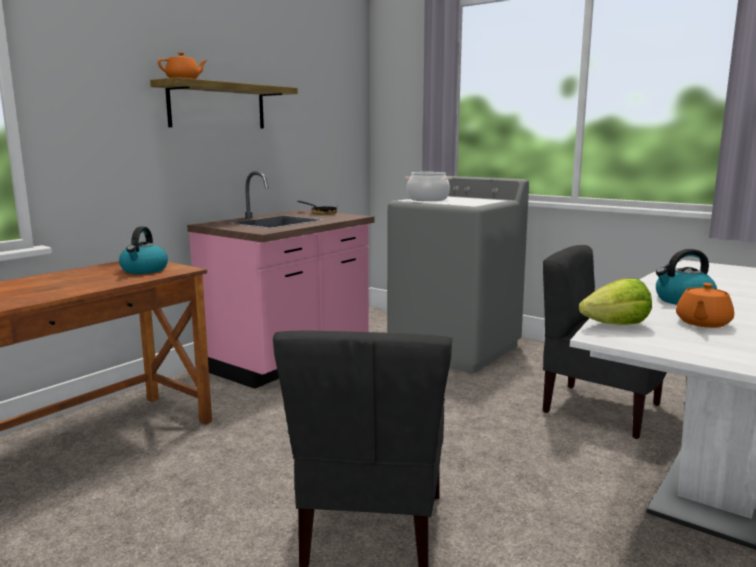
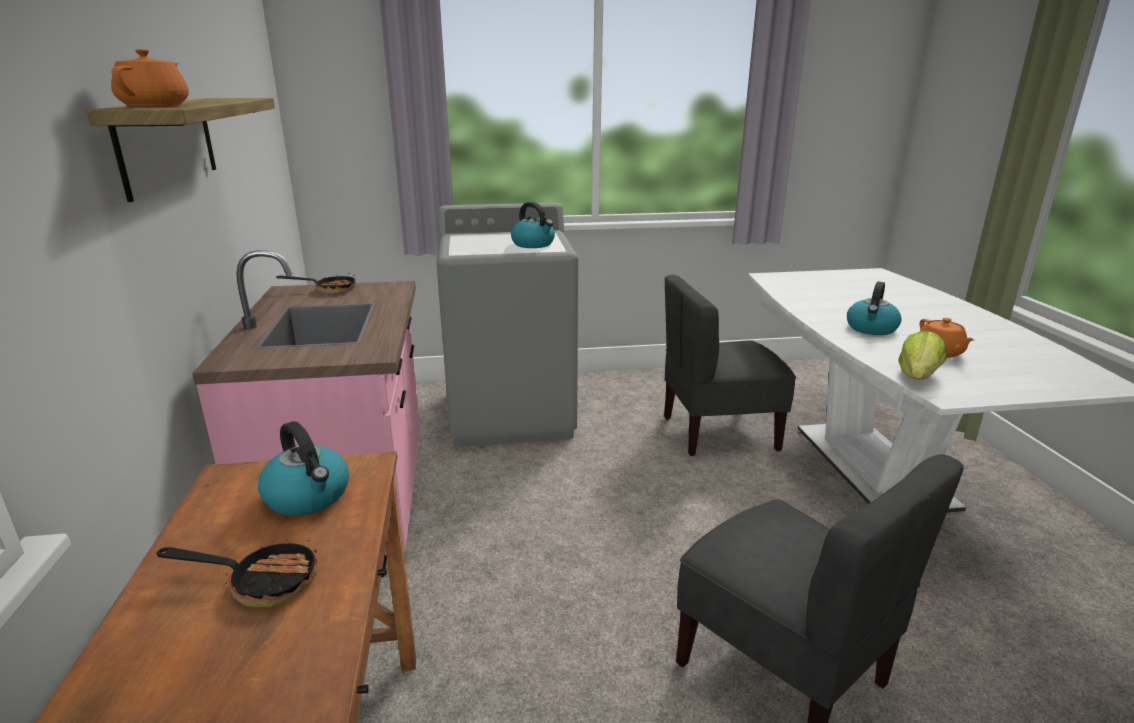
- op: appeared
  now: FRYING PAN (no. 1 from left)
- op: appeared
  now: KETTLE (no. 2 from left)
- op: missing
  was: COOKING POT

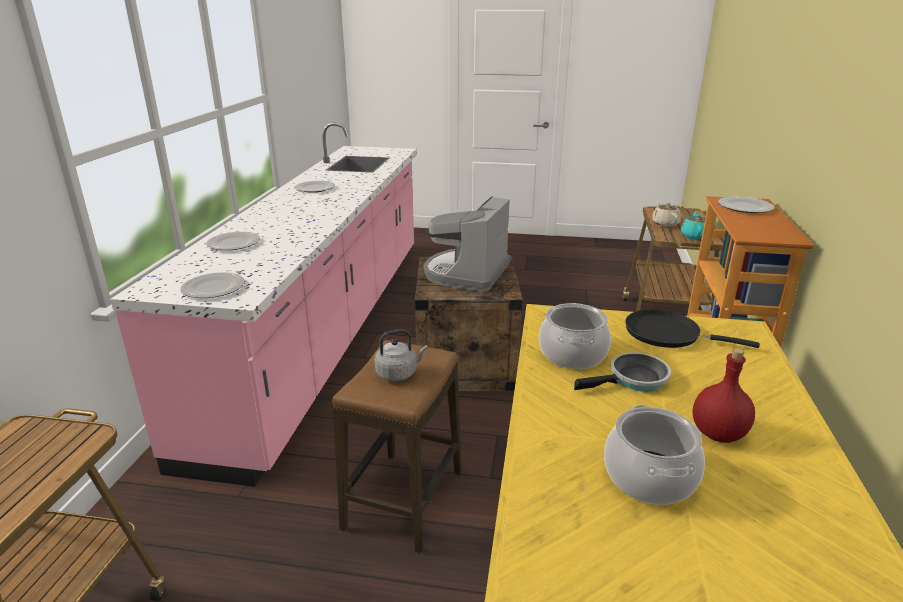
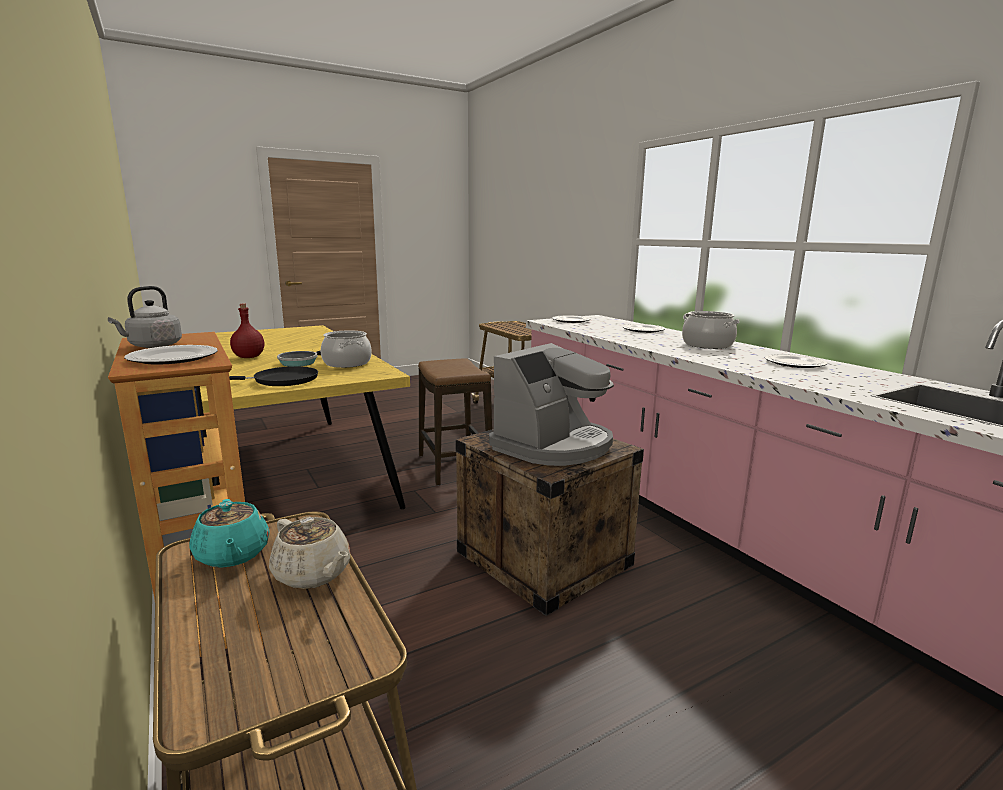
- op: relocated
  was: GREY KETTLE
- op: spun
  was: COFFEE MACHINE
  clockwise: 60
- op: relocated
  was: COOKING POT (no. 2 from left)

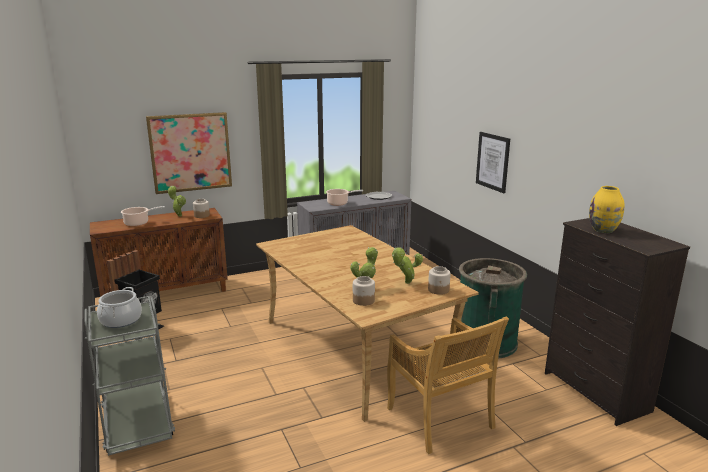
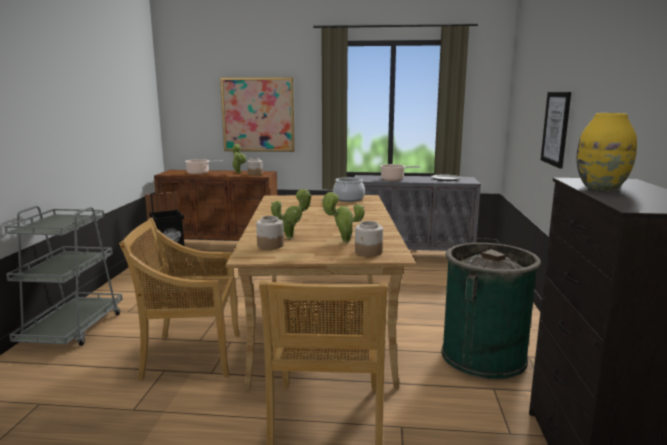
- op: appeared
  now: BEIGE CHAIR (no. 1 from left)
- op: relocated
  was: COOKING POT (no. 1 from left in the first image)
  now: COOKING POT (no. 2 from left)

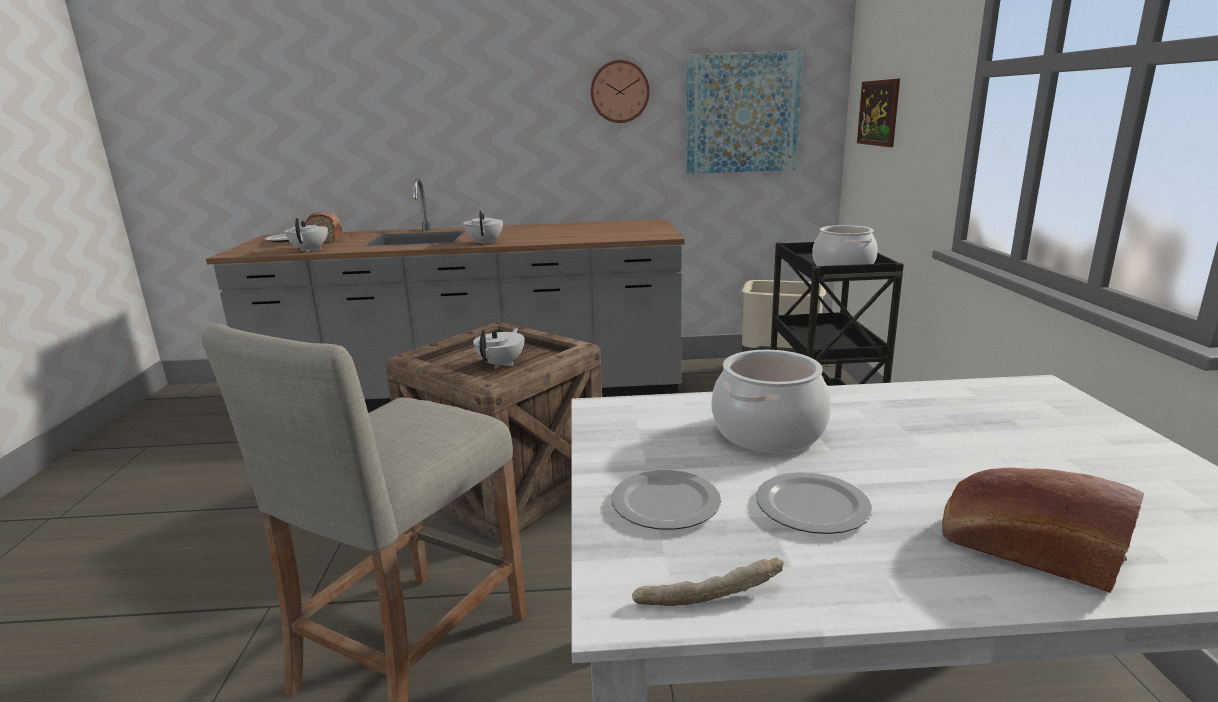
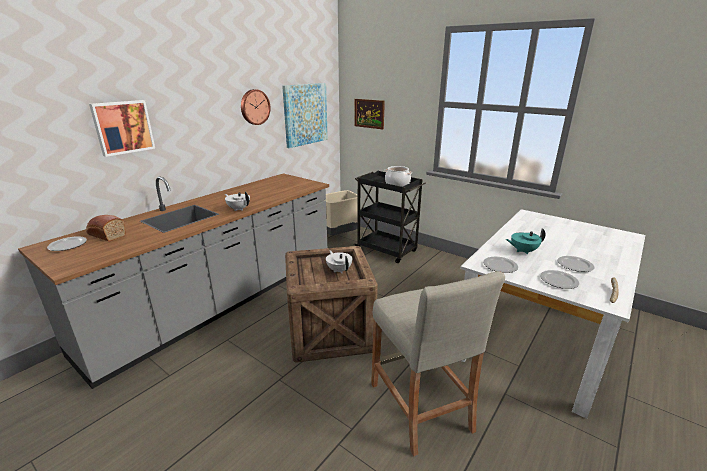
- op: appeared
  now: PICTURE (no. 1 from left)
- op: appeared
  now: PLATE (no. 2 from left)
- op: exchanged
  was: COOKING POT (no. 1 from left)
  now: TURQUOISE TEAPOT
- op: missing
  was: WHITE TEAPOT (no. 1 from left)
- op: missing
  was: BREAD (no. 3 from left)

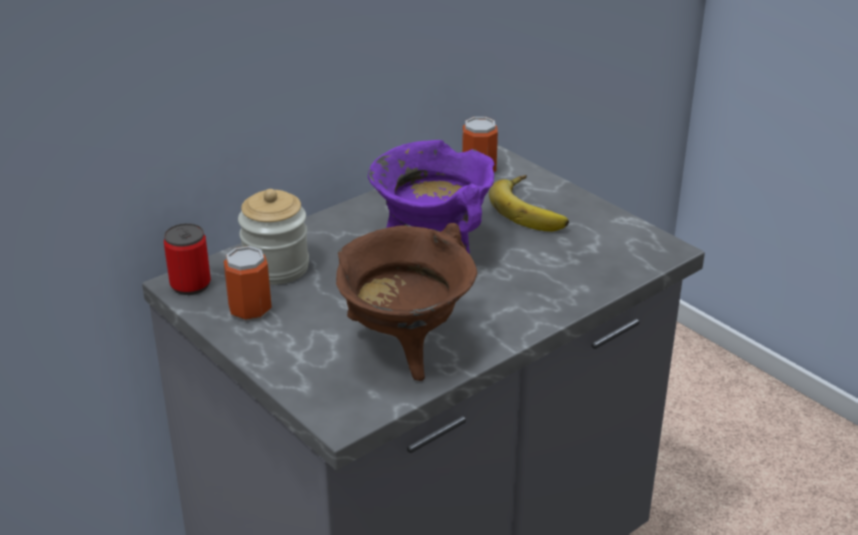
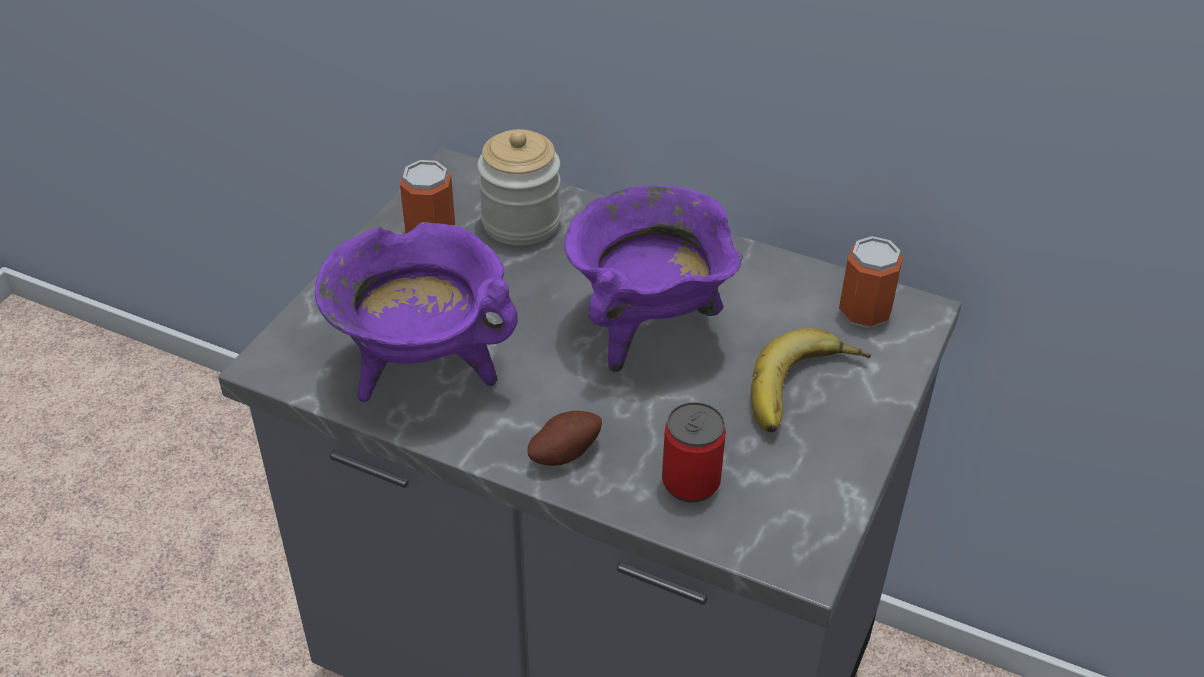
- op: colour
  was: BROWN COOKING POT
  now: PURPLE COOKING POT (no. 1 from left)
- op: appeared
  now: POTATO
- op: relocated
  was: CAN (no. 1 from left in the first image)
  now: CAN (no. 2 from left)

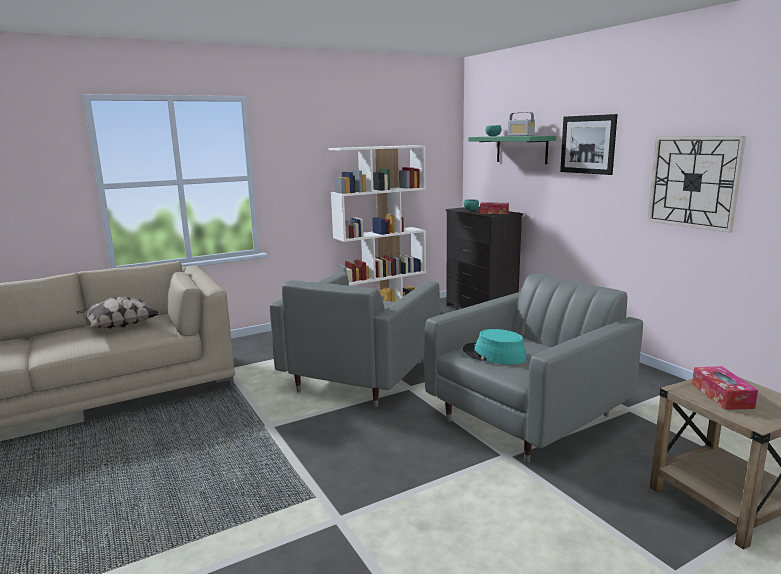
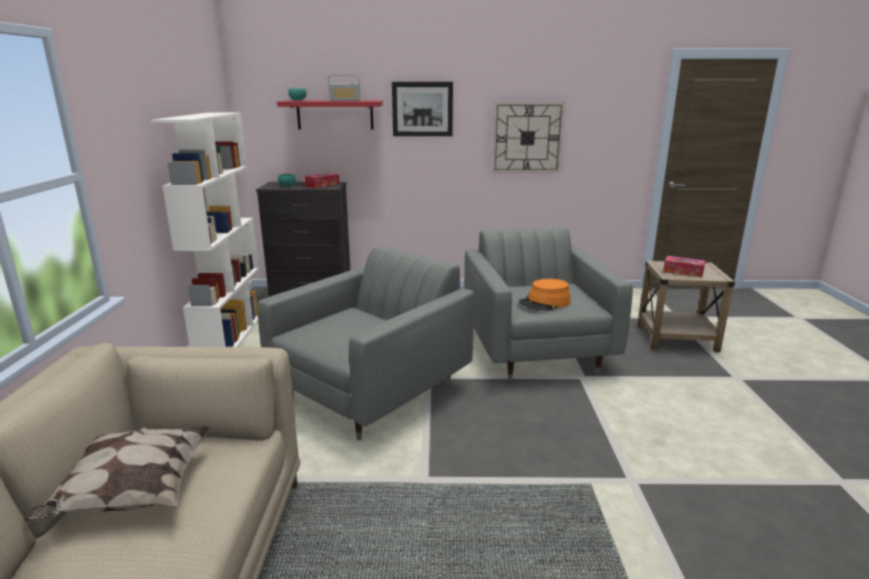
- op: spun
  was: GREY ARMCHAIR (no. 1 from left)
  clockwise: -105
- op: colour
  was: GREEN SHELF
  now: RED SHELF
- op: colour
  was: TURQUOISE HAT
  now: ORANGE HAT

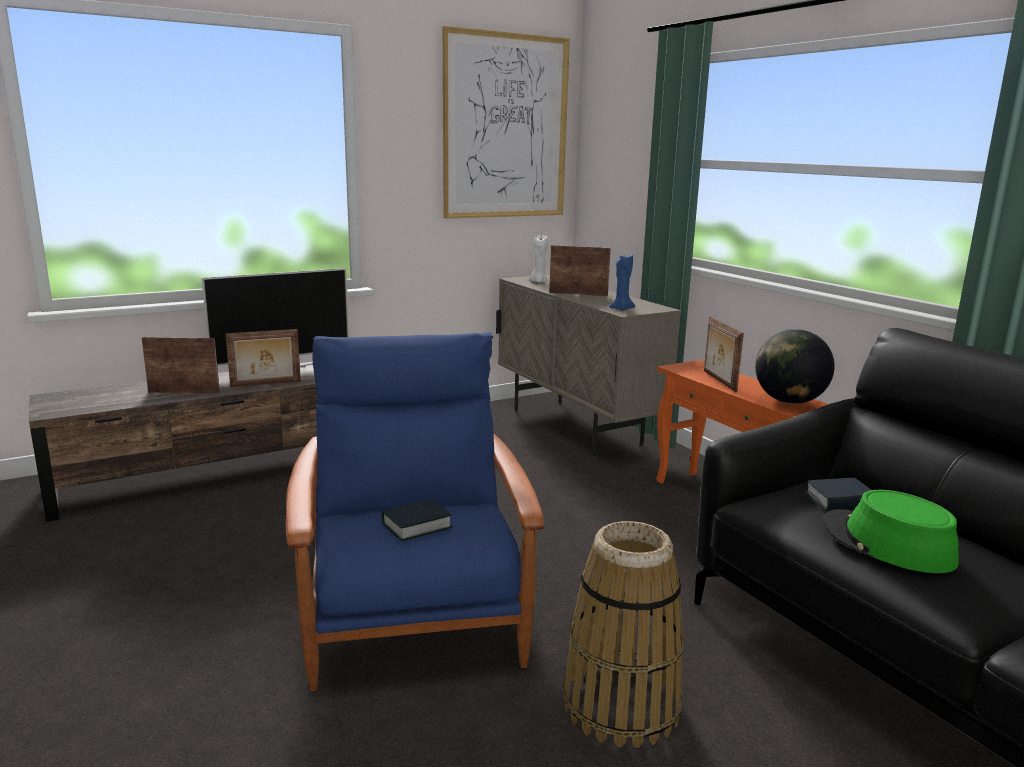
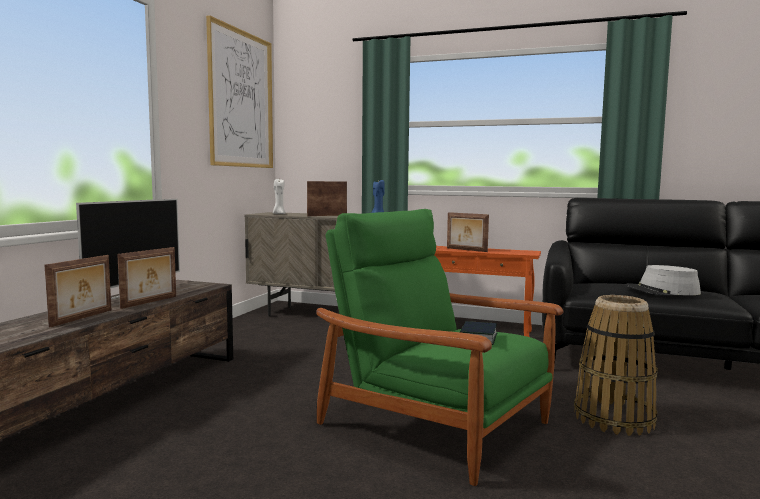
- op: spun
  was: PICTURE FRAME (no. 1 from left)
  clockwise: 150
- op: colour
  was: BLUE ARMCHAIR
  now: GREEN ARMCHAIR
- op: colour
  was: GREEN HAT
  now: GREY HAT
- op: missing
  was: GLOBE
- op: missing
  was: BOOK (no. 2 from left)

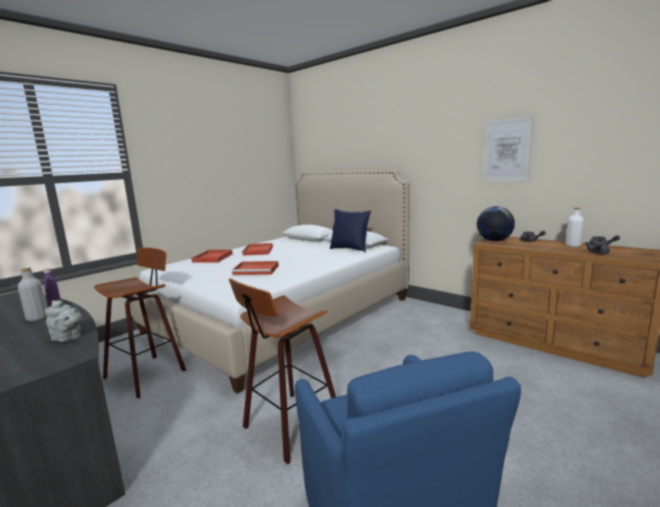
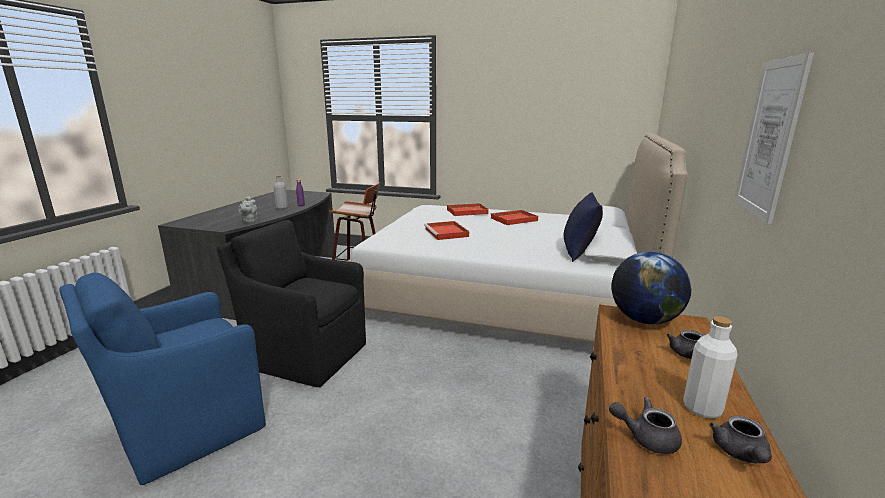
- op: exchanged
  was: STOOL (no. 2 from left)
  now: BLACK ARMCHAIR

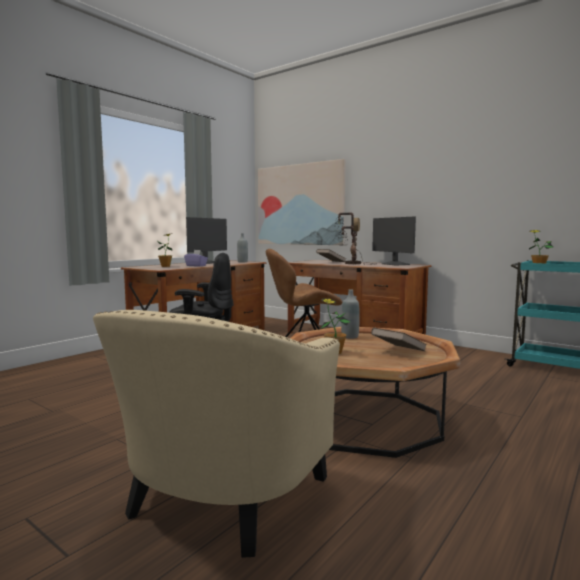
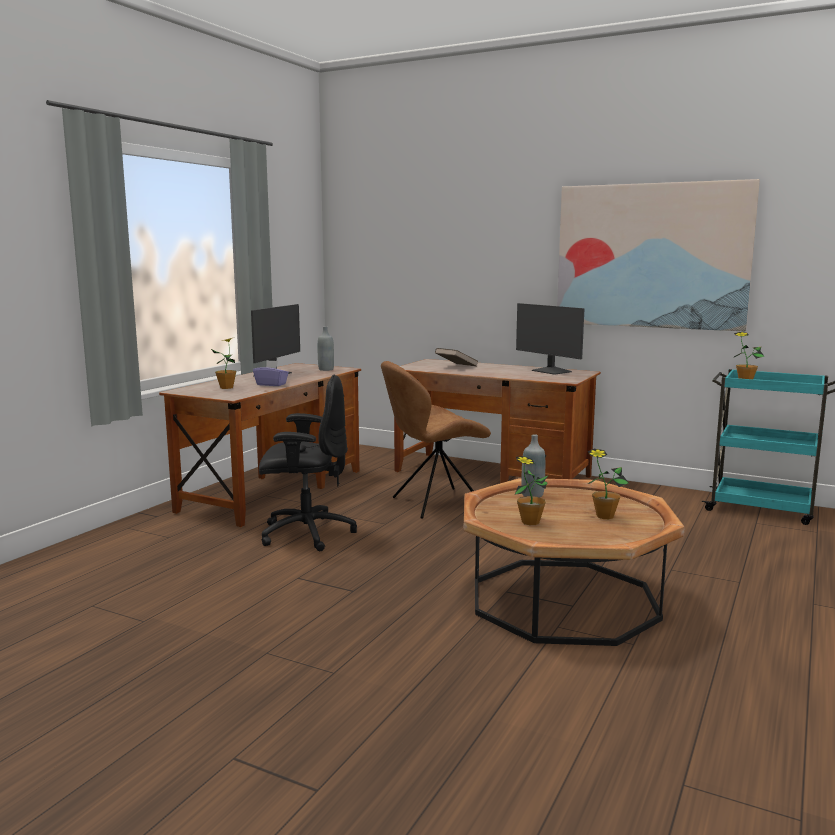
- op: relocated
  was: PICTURE
- op: exchanged
  was: BROWN BOOK (no. 2 from left)
  now: POTTED PLANT (no. 3 from left)
- op: missing
  was: BEIGE ARMCHAIR
- op: missing
  was: TABLE LAMP

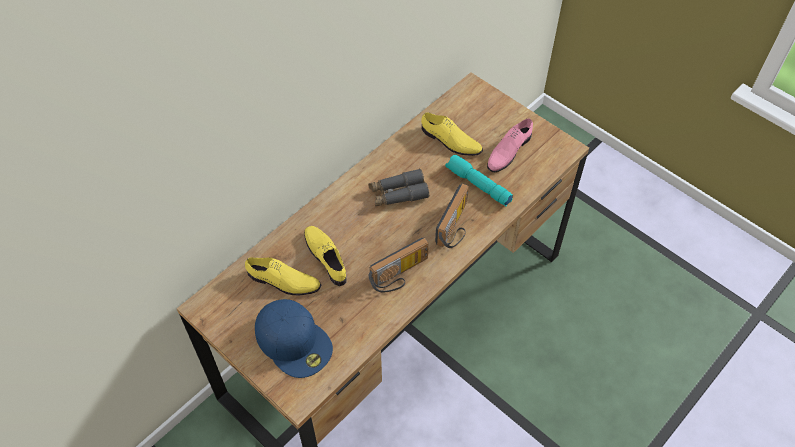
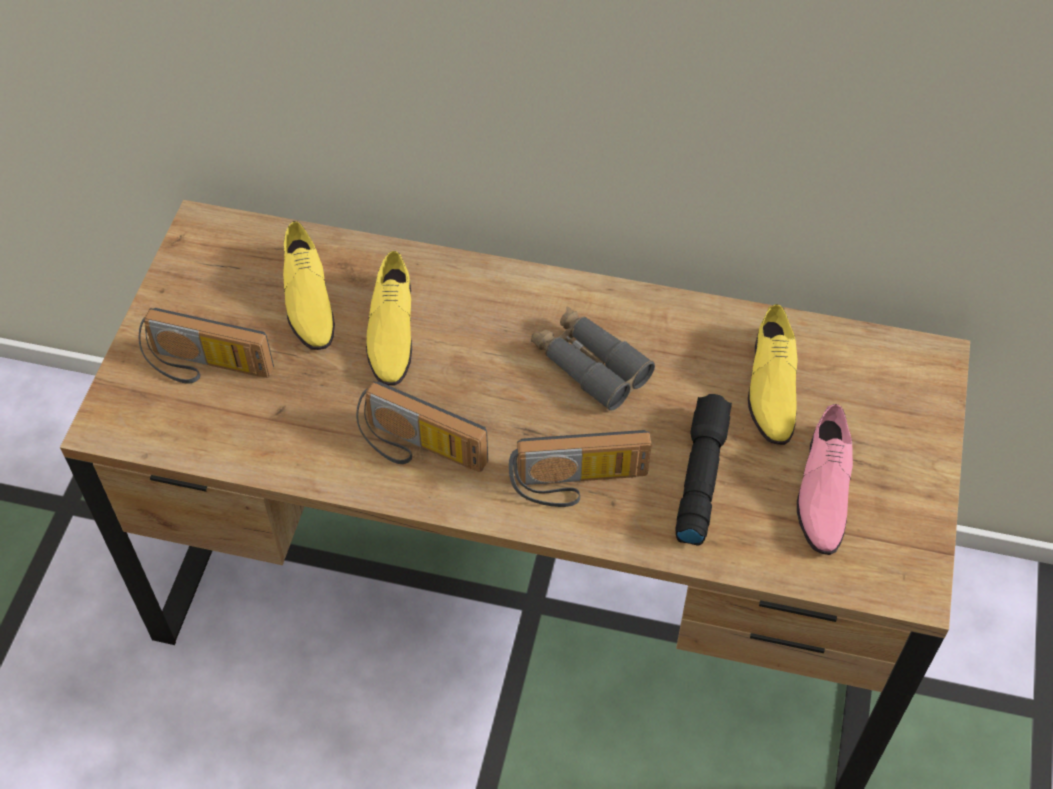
- op: exchanged
  was: BLUE CAP
  now: RADIO (no. 1 from left)
- op: spun
  was: YELLOW SHOE (no. 2 from left)
  clockwise: 150
- op: colour
  was: TURQUOISE FLASHLIGHT
  now: BLACK FLASHLIGHT
- op: spun
  was: PINK SHOE
  clockwise: -90

